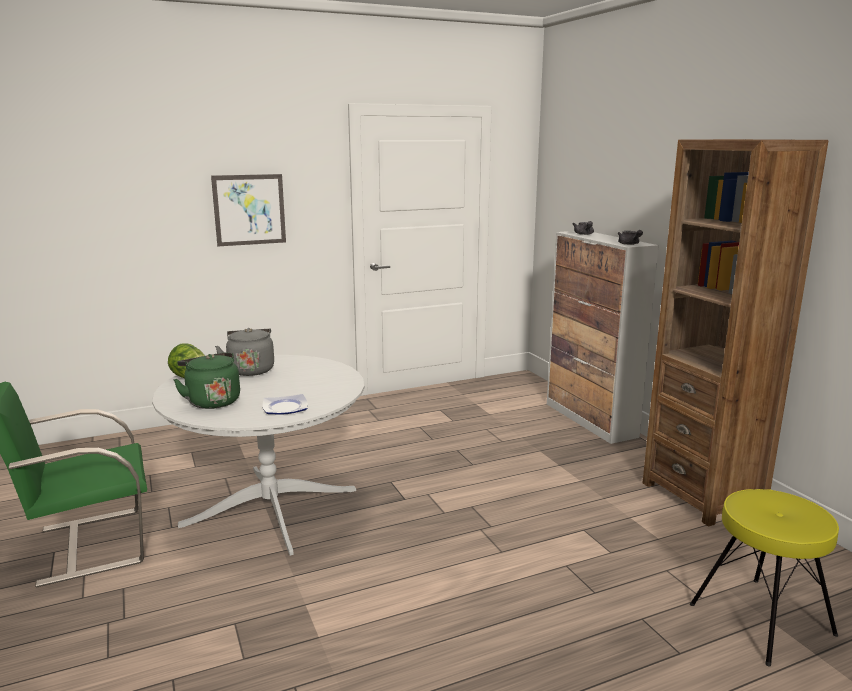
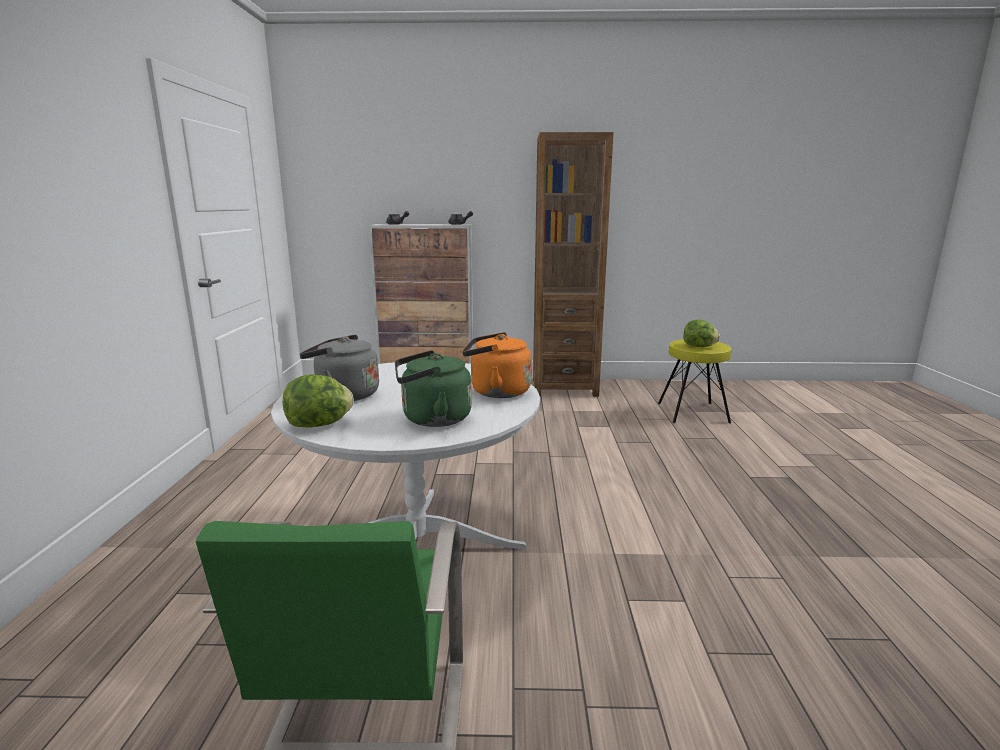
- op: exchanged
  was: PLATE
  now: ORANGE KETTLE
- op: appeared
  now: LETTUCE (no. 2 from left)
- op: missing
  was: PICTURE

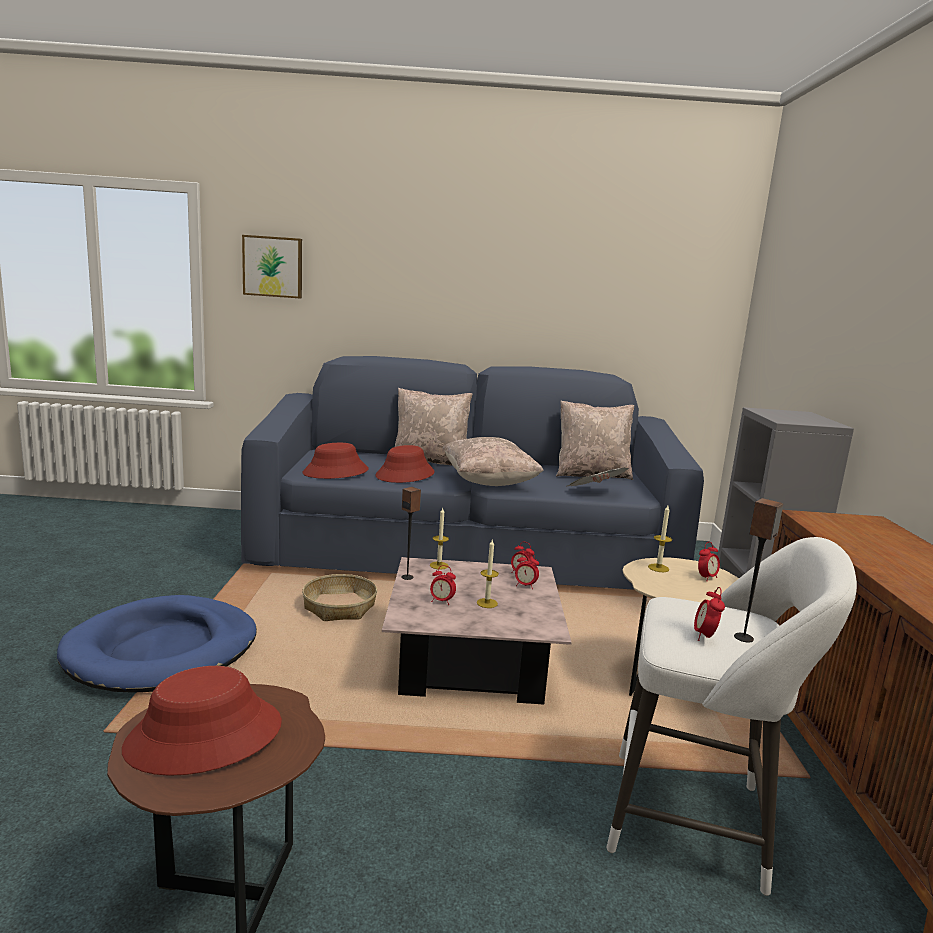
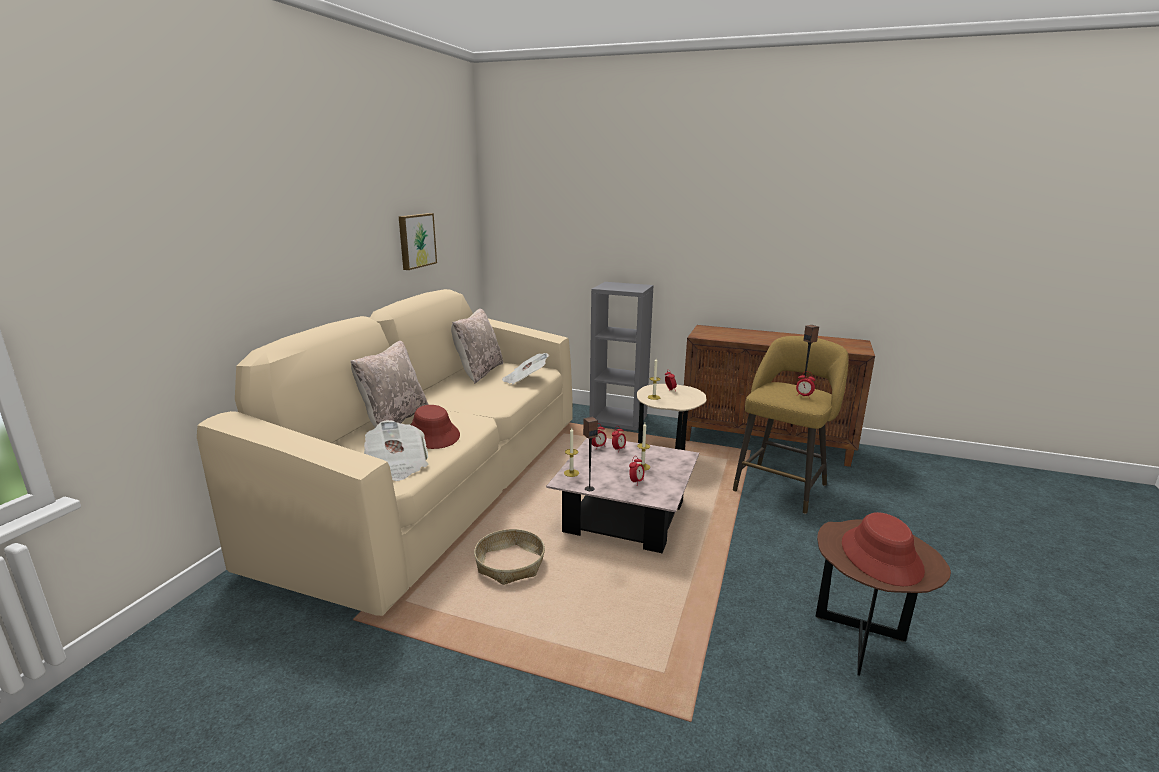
- op: colour
  was: BLUE SOFA
  now: BEIGE SOFA
- op: exchanged
  was: RED HAT (no. 2 from left)
  now: NEWSPAPER (no. 1 from left)
- op: relocated
  was: PICTURE
- op: colour
  was: WHITE STOOL
  now: YELLOW STOOL
- op: missing
  was: BLUE DOG BED
- op: missing
  was: BEIGE PILLOW (no. 2 from left)

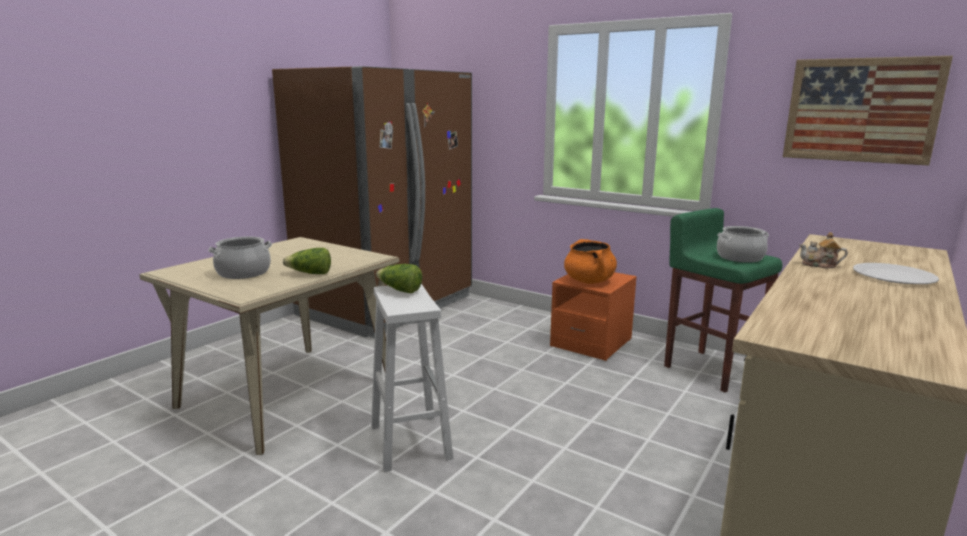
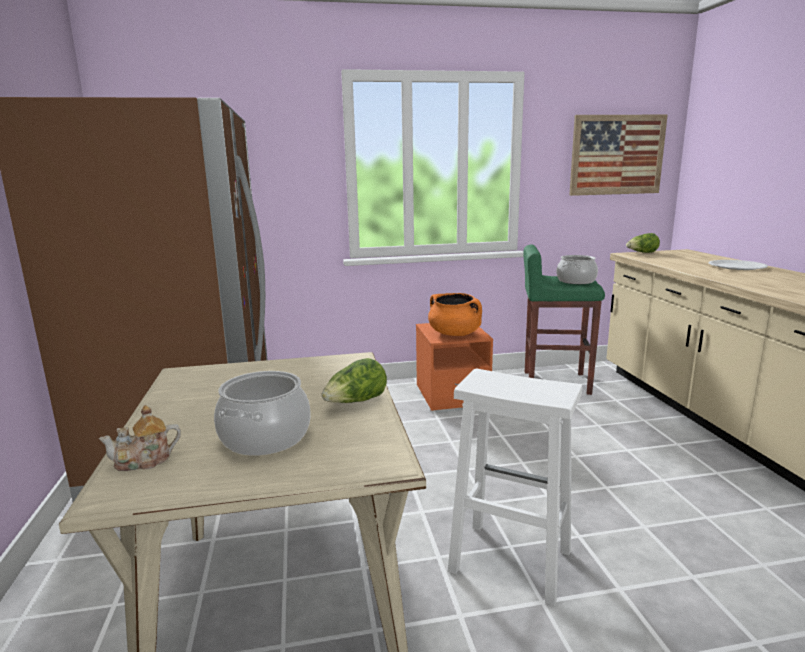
- op: relocated
  was: TEAPOT
- op: relocated
  was: LETTUCE (no. 2 from left)

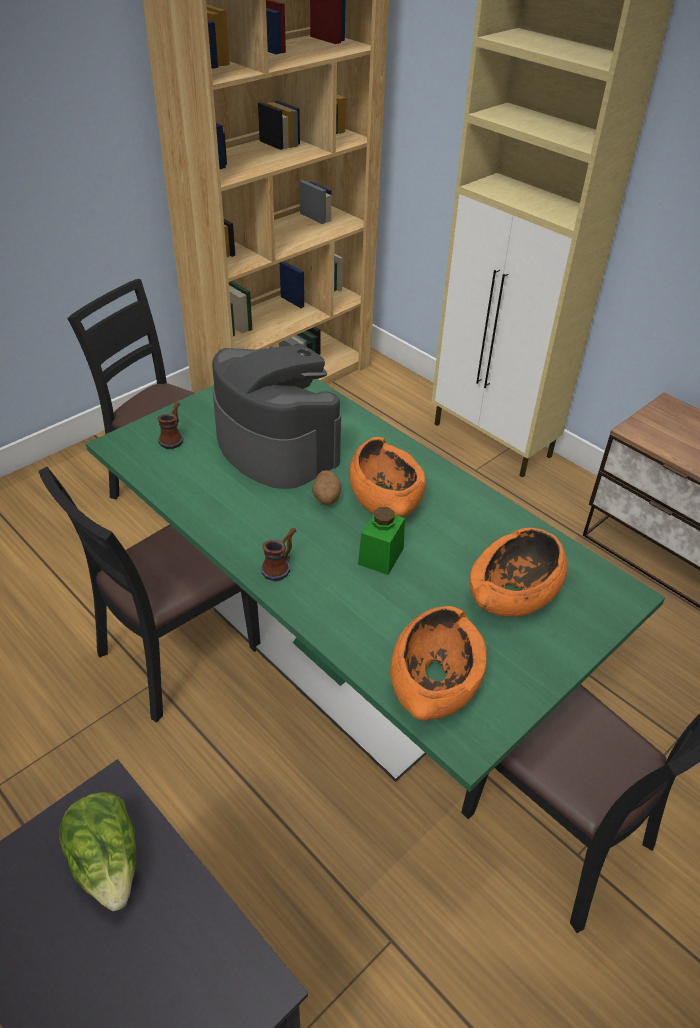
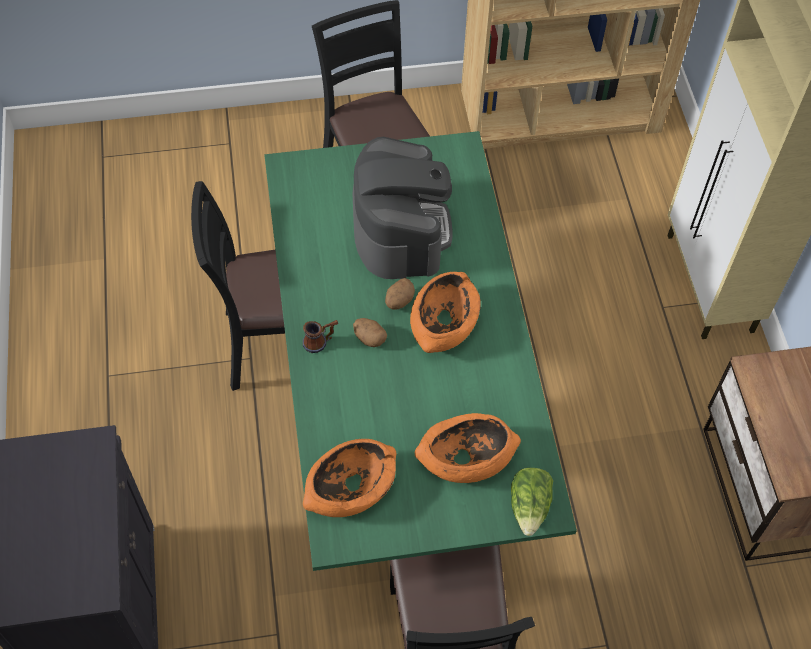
- op: appeared
  now: POTATO (no. 1 from left)
- op: relocated
  was: LETTUCE
- op: missing
  was: MUG (no. 1 from left)
- op: missing
  was: GREEN JAR

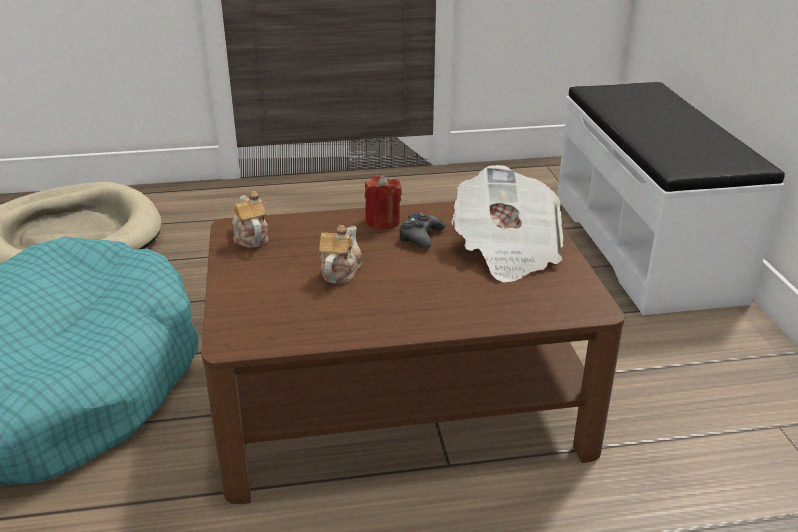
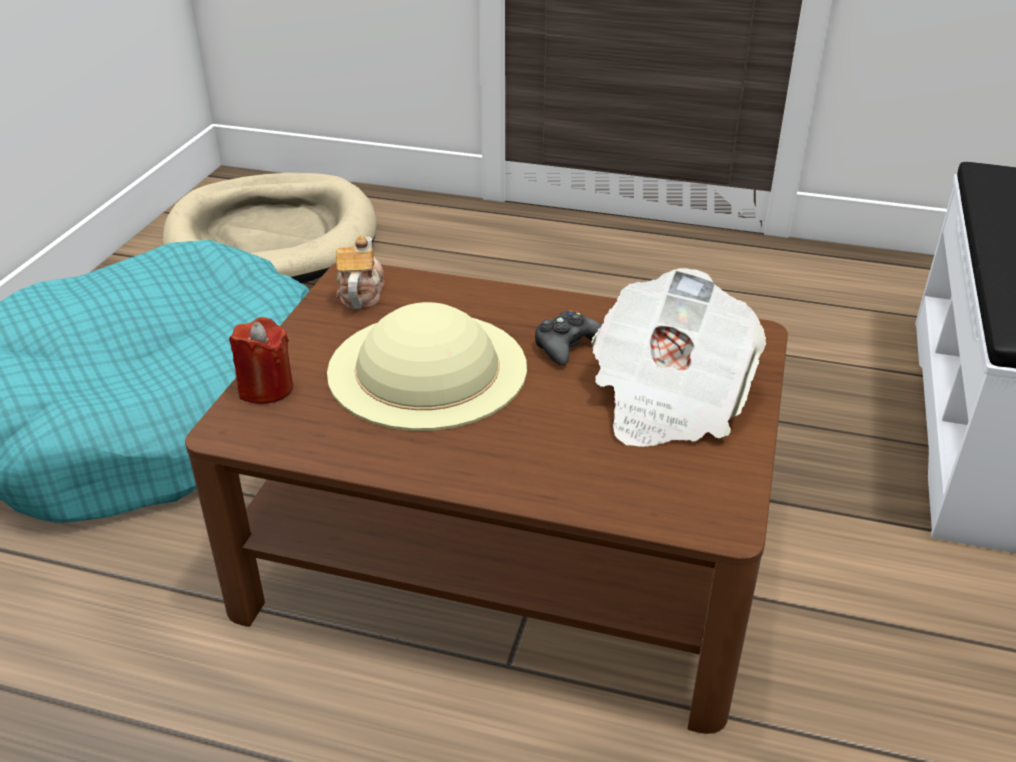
- op: relocated
  was: RED CANDLE
- op: exchanged
  was: TEAPOT (no. 2 from left)
  now: BEIGE HAT

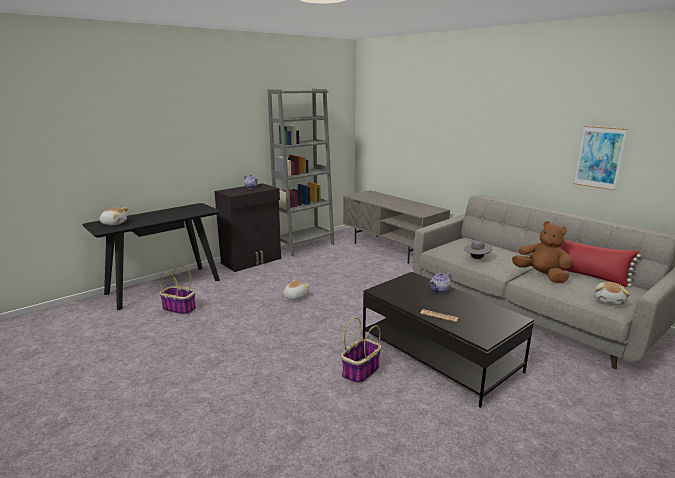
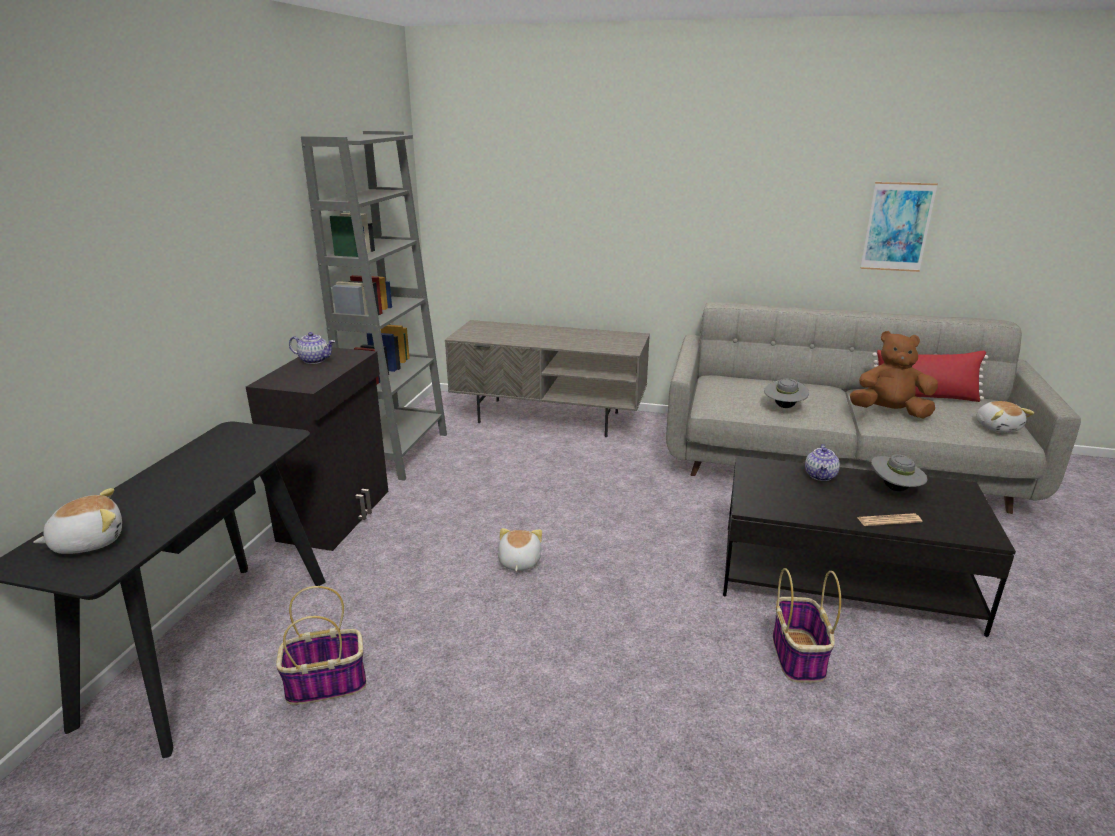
- op: appeared
  now: GREY HAT (no. 2 from left)

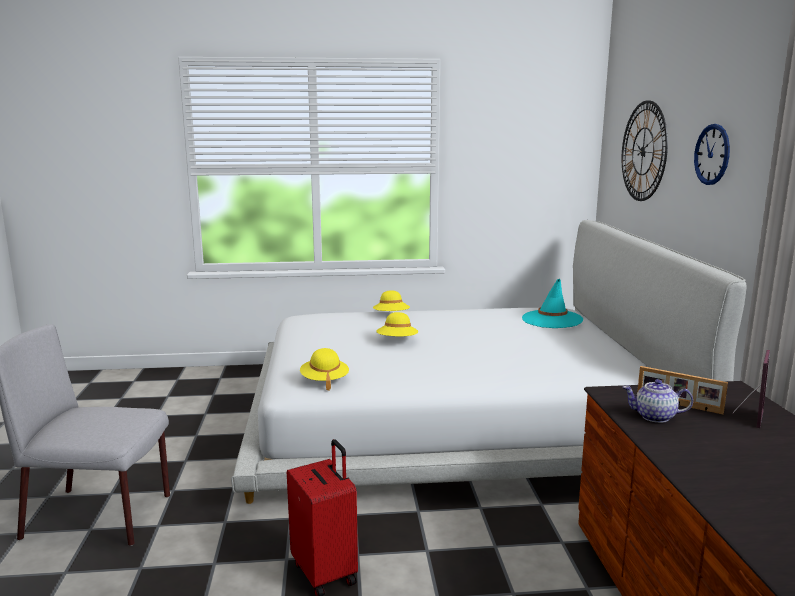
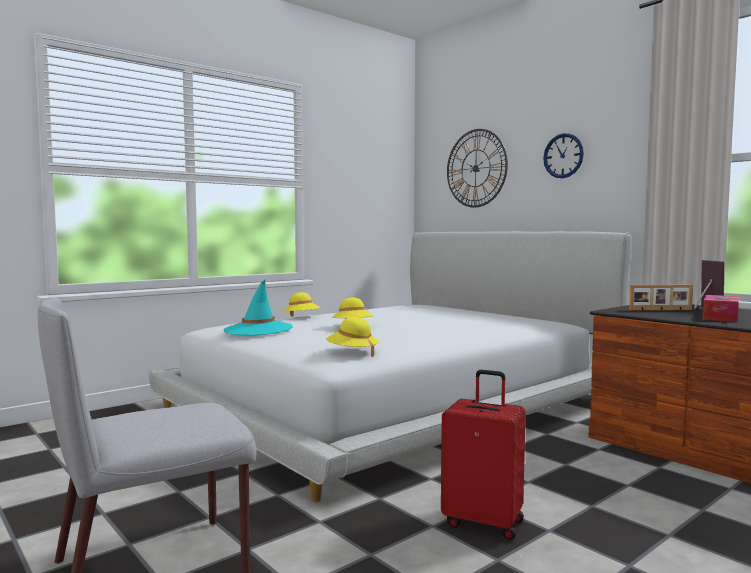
- op: relocated
  was: TURQUOISE HAT
- op: appeared
  now: TISSUE BOX
- op: missing
  was: TEAPOT

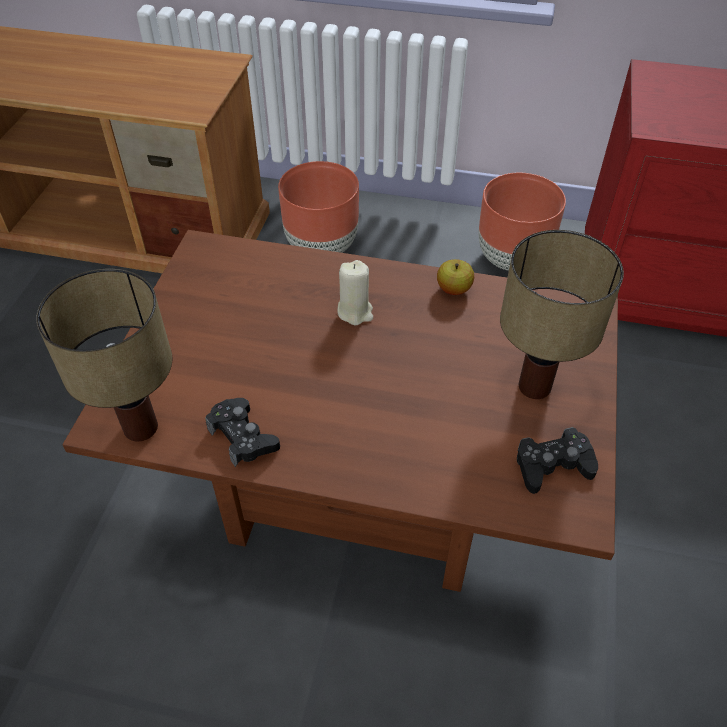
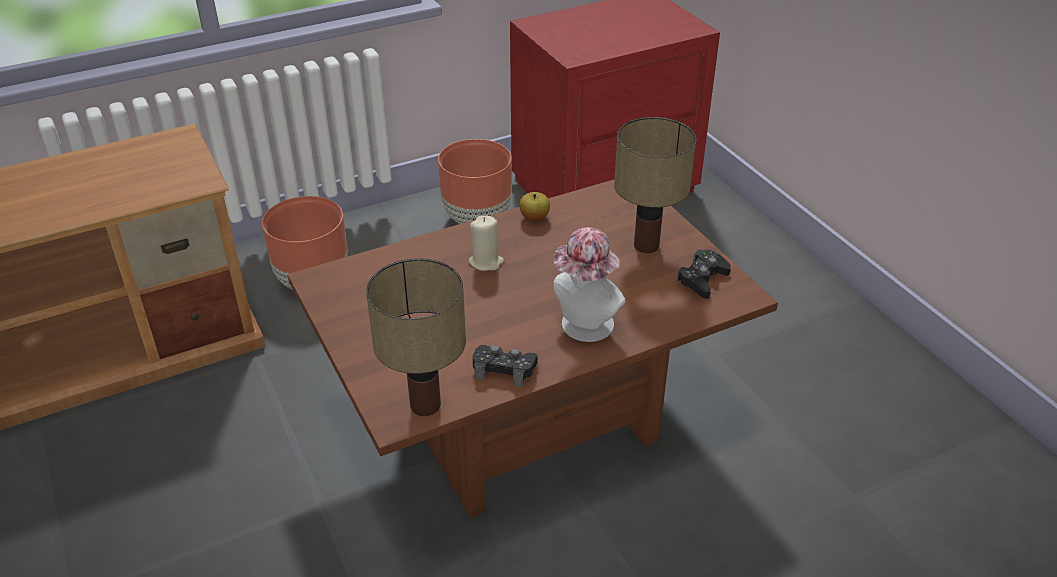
- op: appeared
  now: HAT

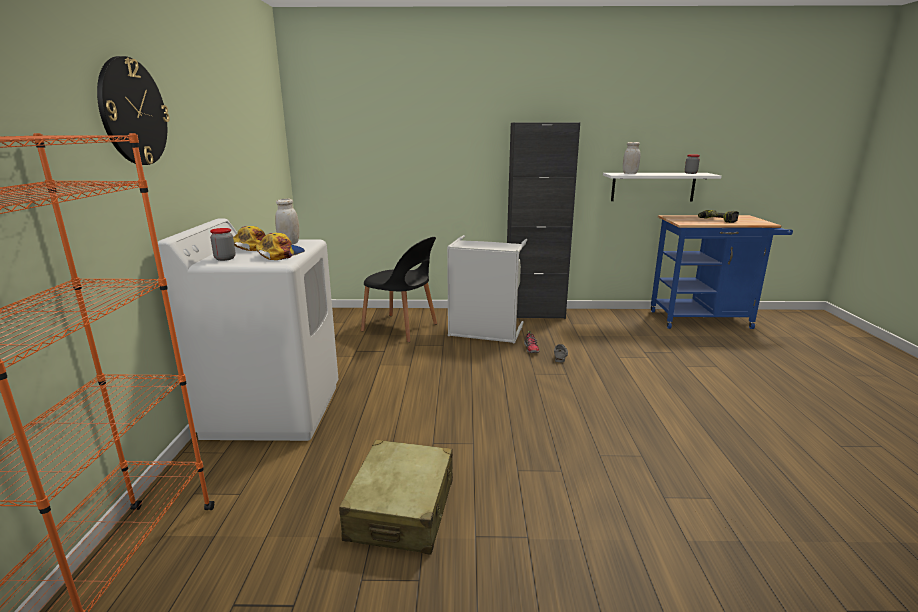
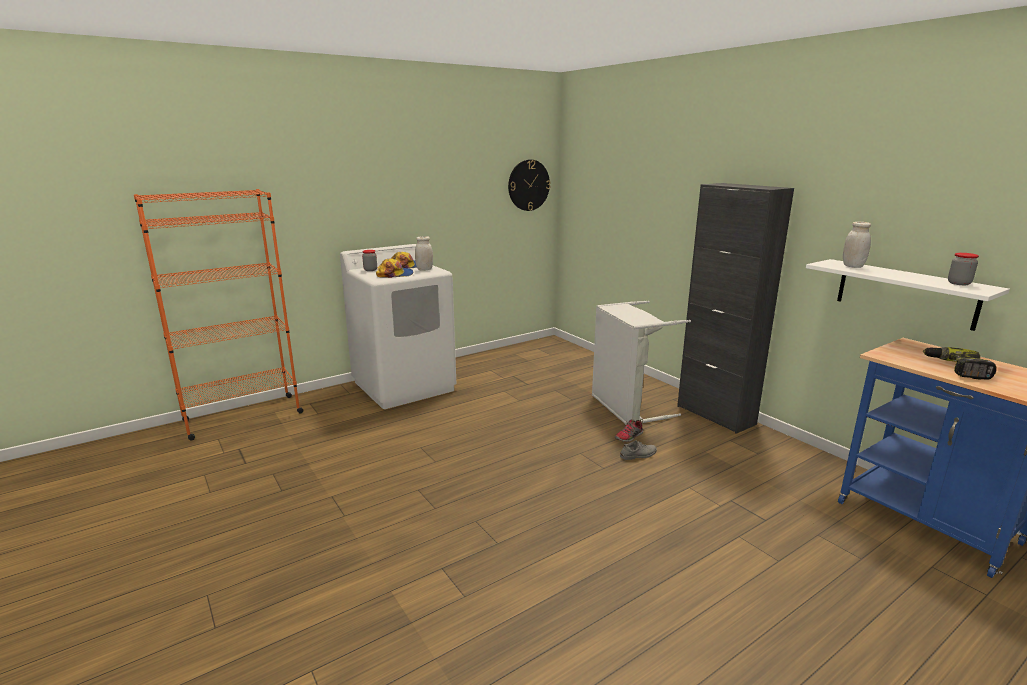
- op: relocated
  was: WALL CLOCK
- op: missing
  was: BEIGE SUITCASE
- op: missing
  was: BLACK CHAIR

